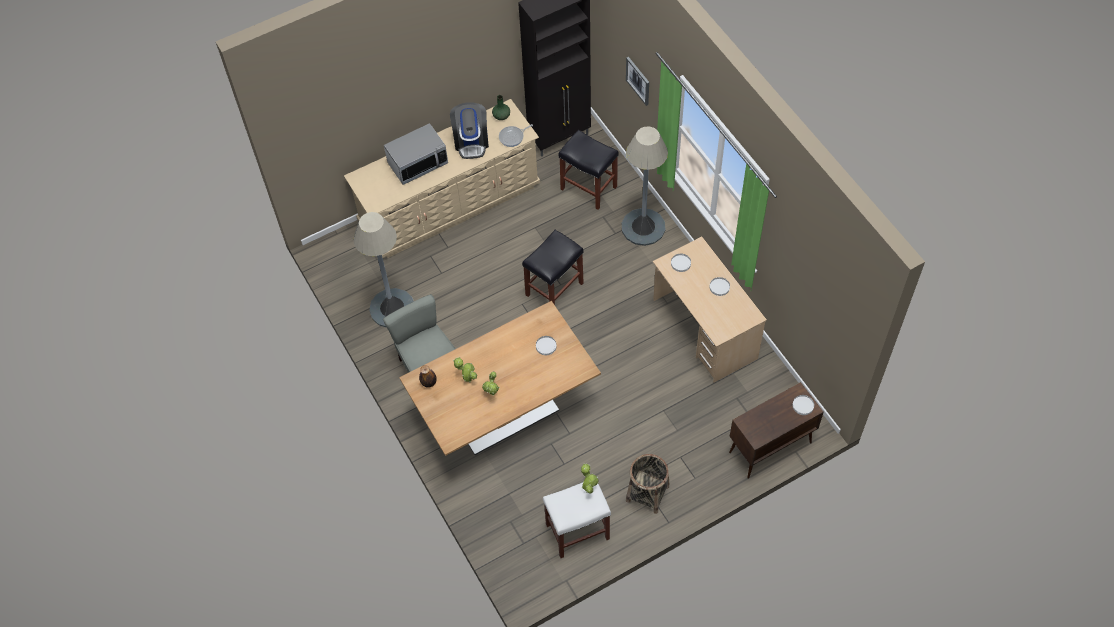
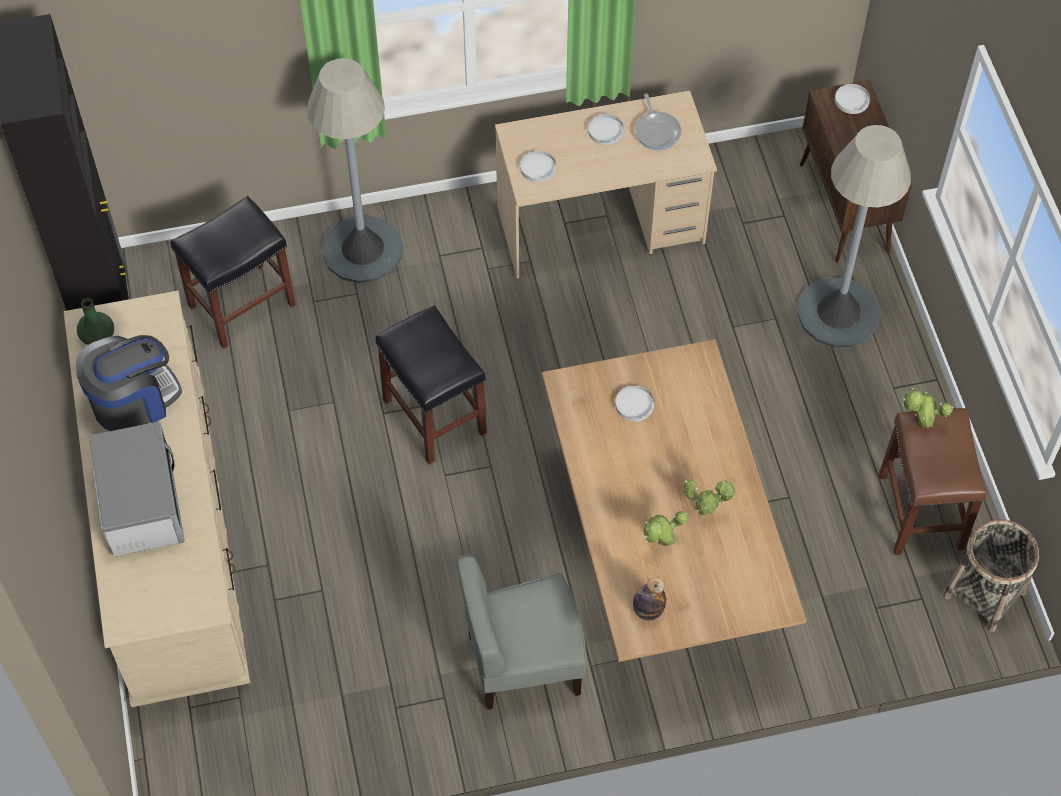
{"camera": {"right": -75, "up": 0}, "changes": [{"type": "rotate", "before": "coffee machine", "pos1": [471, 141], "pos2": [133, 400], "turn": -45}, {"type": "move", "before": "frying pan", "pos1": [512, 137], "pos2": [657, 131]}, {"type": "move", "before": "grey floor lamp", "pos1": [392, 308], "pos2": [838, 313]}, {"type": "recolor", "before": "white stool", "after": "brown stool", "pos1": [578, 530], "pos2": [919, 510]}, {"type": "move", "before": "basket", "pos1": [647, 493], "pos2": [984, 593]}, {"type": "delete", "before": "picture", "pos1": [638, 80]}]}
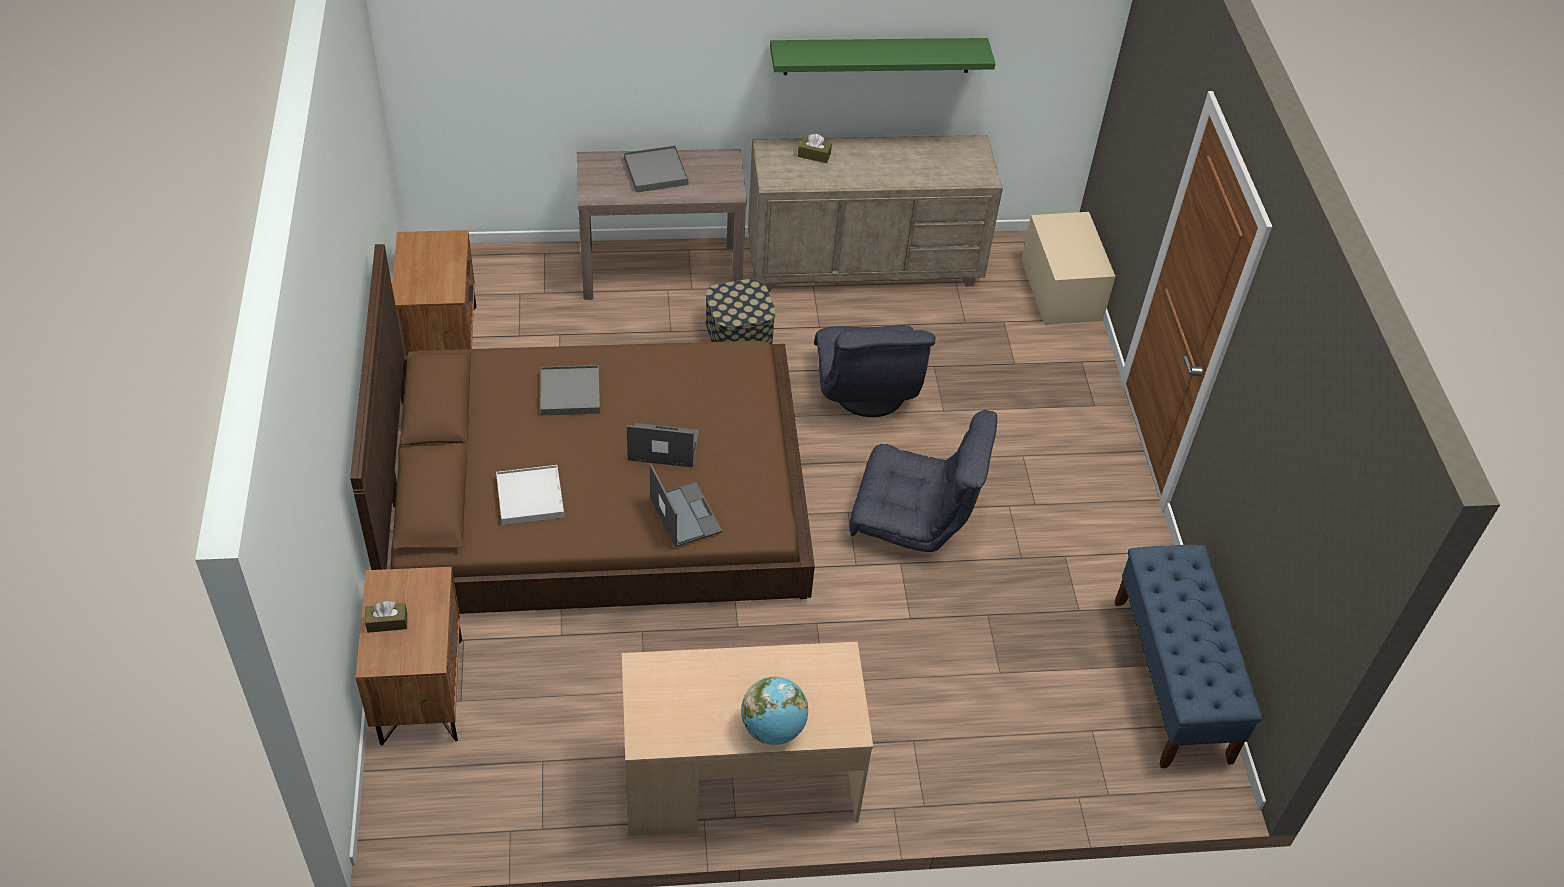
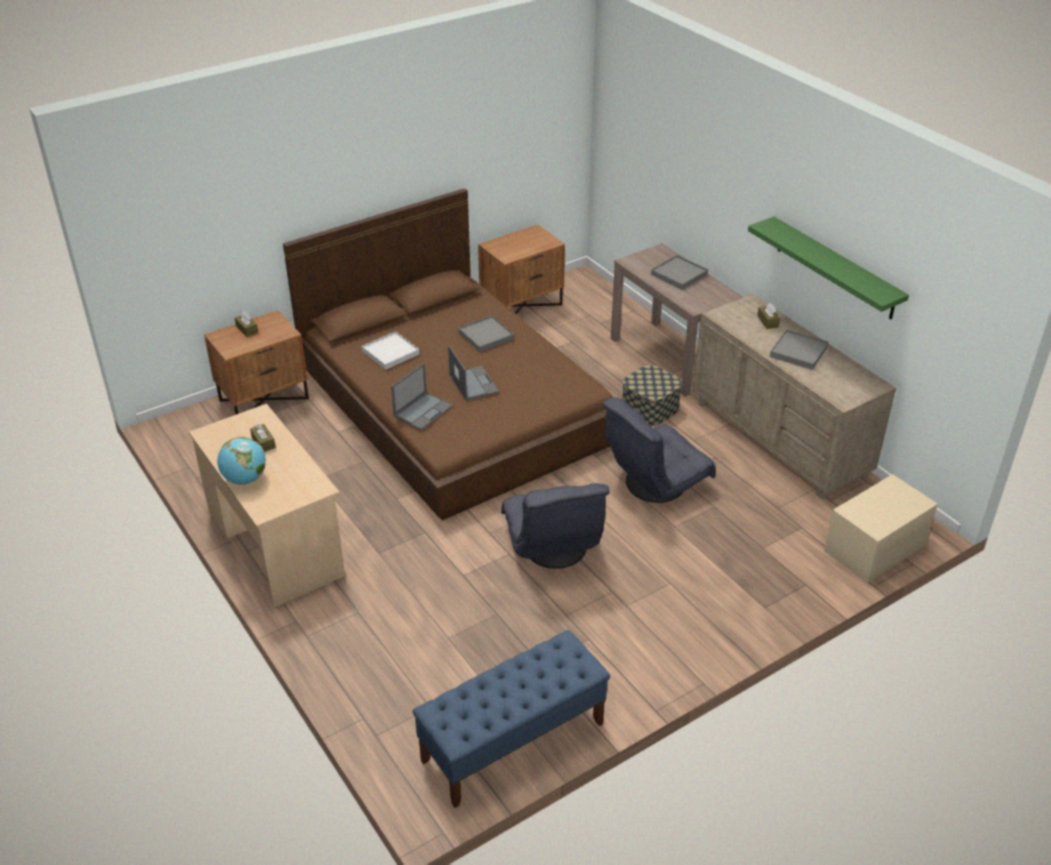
{"camera": {"right": 65, "up": -10}, "changes": [{"type": "insert", "after": "brown tissue box", "pos2": [263, 443]}, {"type": "insert", "after": "grey tray", "pos2": [798, 352]}]}
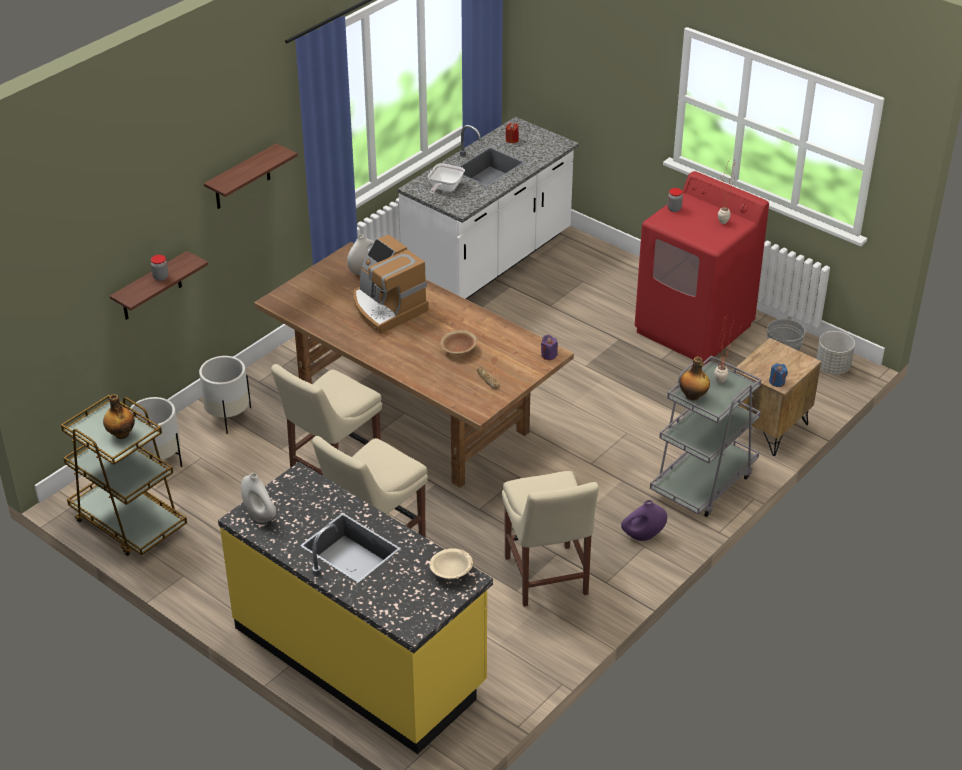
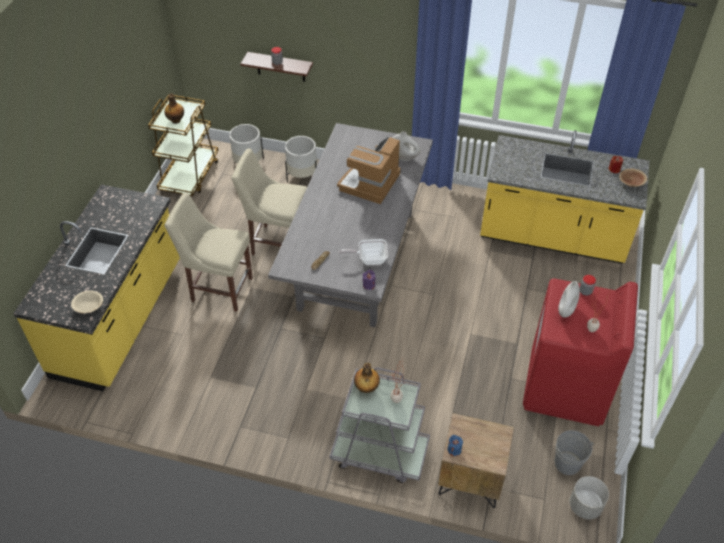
{"camera": {"right": 65, "up": 10}, "changes": [{"type": "recolor", "before": "brown dining table", "after": "grey dining table", "pos1": [415, 414], "pos2": [357, 260]}, {"type": "move", "before": "frying pan", "pos1": [444, 189], "pos2": [369, 259]}, {"type": "recolor", "before": "white counter", "after": "yellow counter", "pos1": [489, 261], "pos2": [552, 236]}, {"type": "move", "before": "white vase", "pos1": [260, 515], "pos2": [566, 310]}, {"type": "move", "before": "brown bowl", "pos1": [458, 350], "pos2": [631, 183]}, {"type": "delete", "before": "shelf", "pos1": [242, 178]}, {"type": "delete", "before": "beige chair", "pos1": [547, 579]}, {"type": "delete", "before": "purple vase", "pos1": [643, 536]}]}
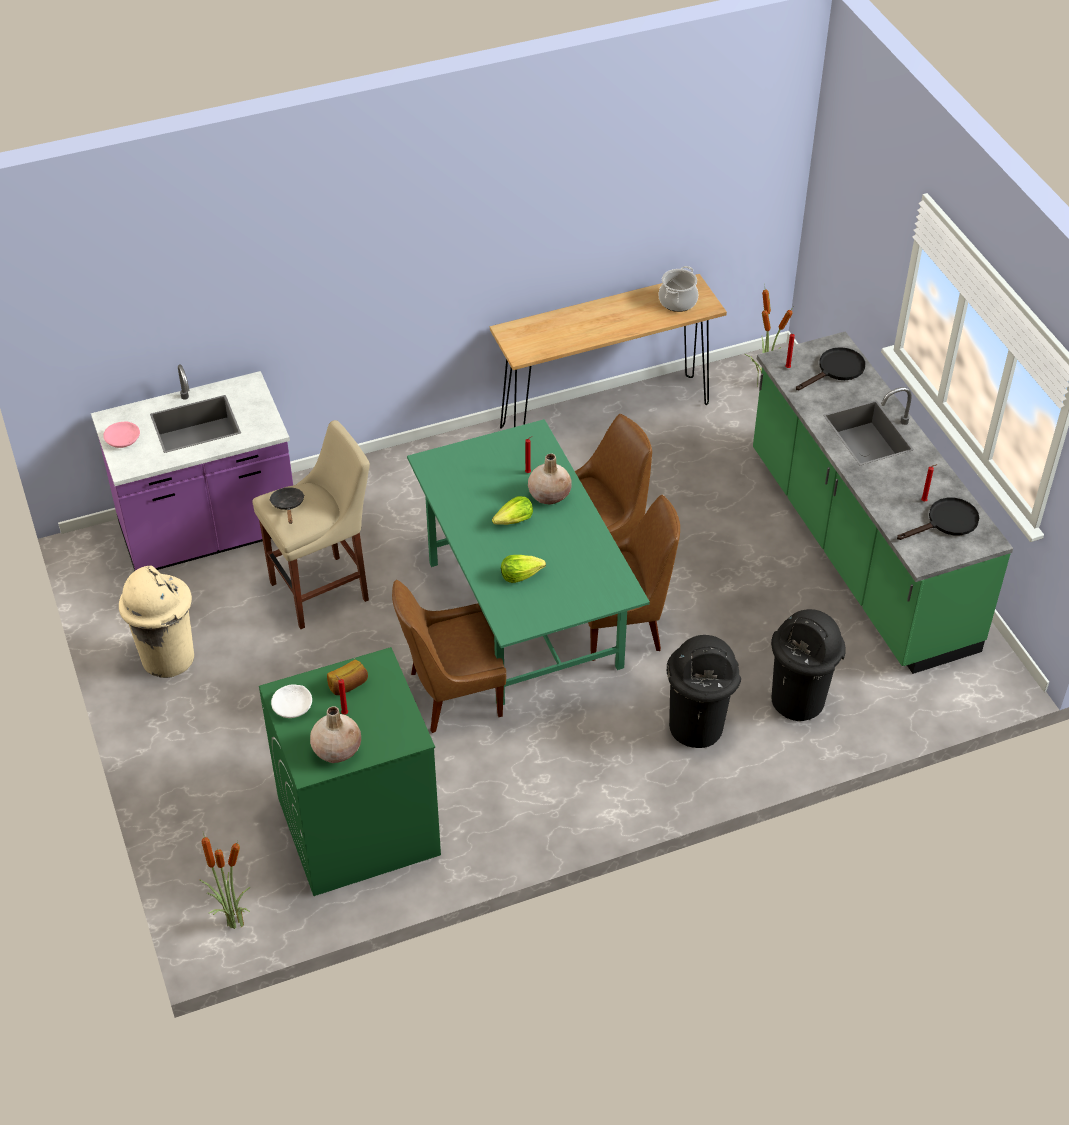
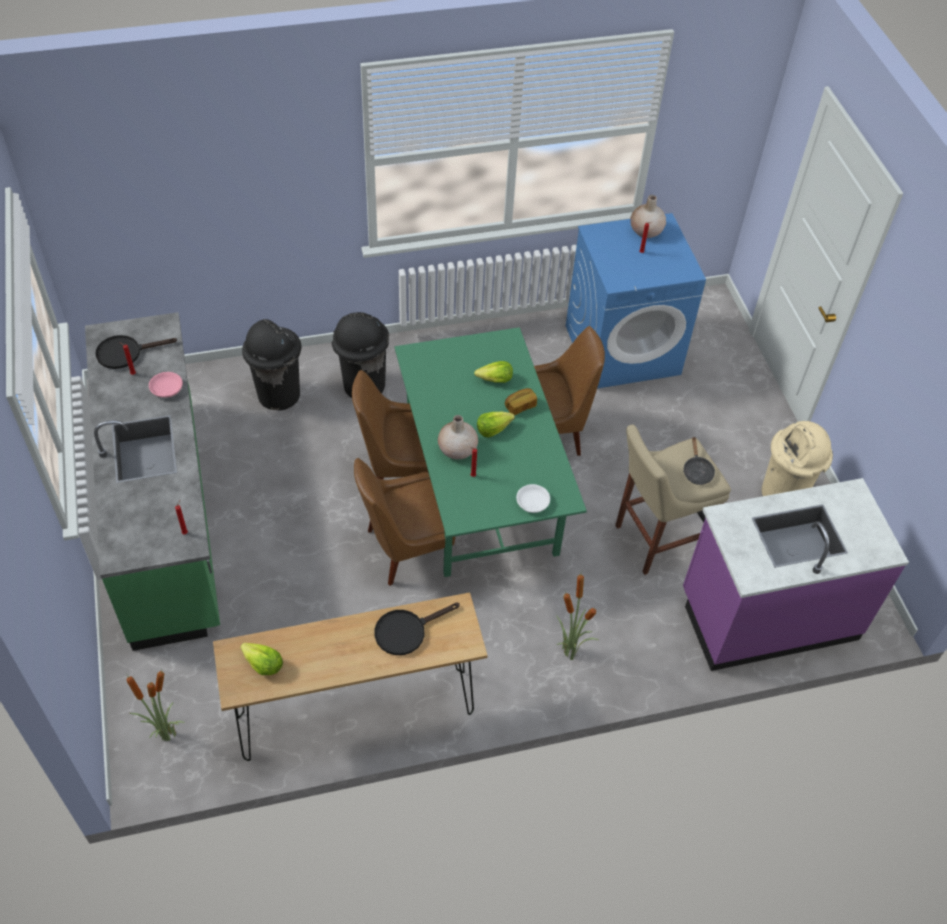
{"camera": {"right": -175, "up": 5}, "changes": [{"type": "move", "before": "pink bowl", "pos1": [123, 439], "pos2": [166, 388]}, {"type": "replace", "before": "cooking pot", "after": "lettuce", "pos1": [677, 301], "pos2": [263, 664]}, {"type": "move", "before": "black frying pan", "pos1": [836, 370], "pos2": [406, 631]}, {"type": "move", "before": "bread", "pos1": [348, 685], "pos2": [520, 406]}, {"type": "move", "before": "white bowl", "pos1": [292, 706], "pos2": [532, 503]}, {"type": "move", "before": "potted plant", "pos1": [233, 923], "pos2": [570, 651]}, {"type": "recolor", "before": "green washing machine", "after": "blue washing machine", "pos1": [357, 827], "pos2": [623, 349]}]}
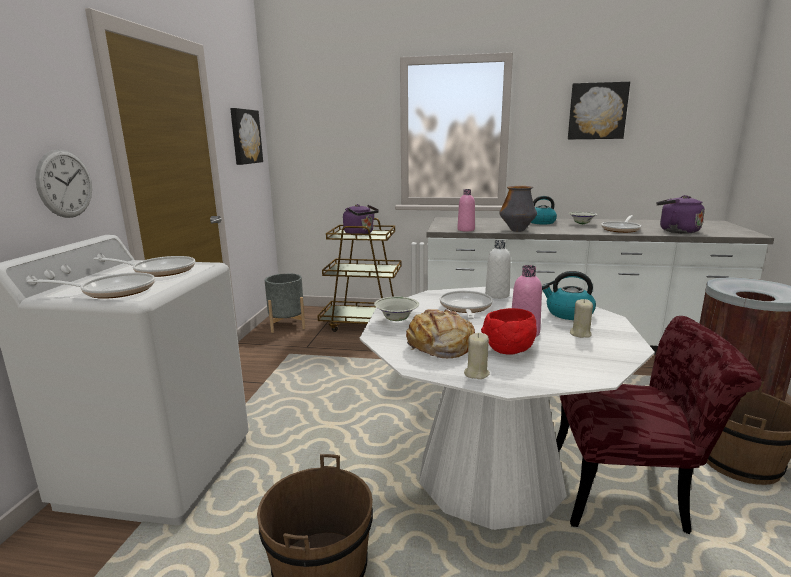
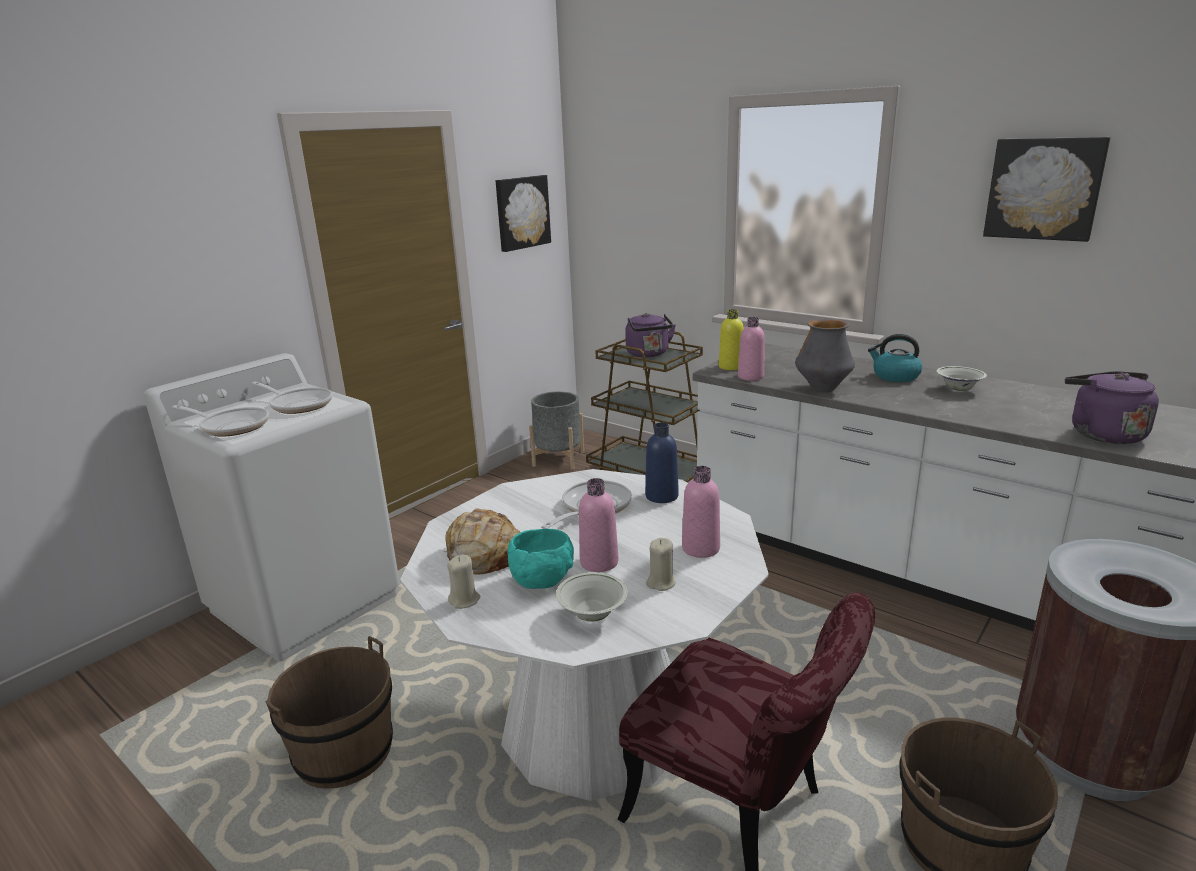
{"camera": {"right": 30, "up": 5}, "changes": [{"type": "recolor", "before": "red bowl", "after": "turquoise bowl", "pos1": [509, 350], "pos2": [542, 582]}, {"type": "move", "before": "white bowl", "pos1": [396, 320], "pos2": [592, 615]}, {"type": "recolor", "before": "white bottle", "after": "blue bottle", "pos1": [497, 295], "pos2": [661, 496]}, {"type": "replace", "before": "kettle", "after": "pink bottle", "pos1": [568, 313], "pos2": [700, 548]}, {"type": "insert", "after": "yellow bottle", "pos2": [731, 367]}, {"type": "delete", "before": "wall clock", "pos1": [65, 184]}, {"type": "delete", "before": "frying pan", "pos1": [621, 229]}]}
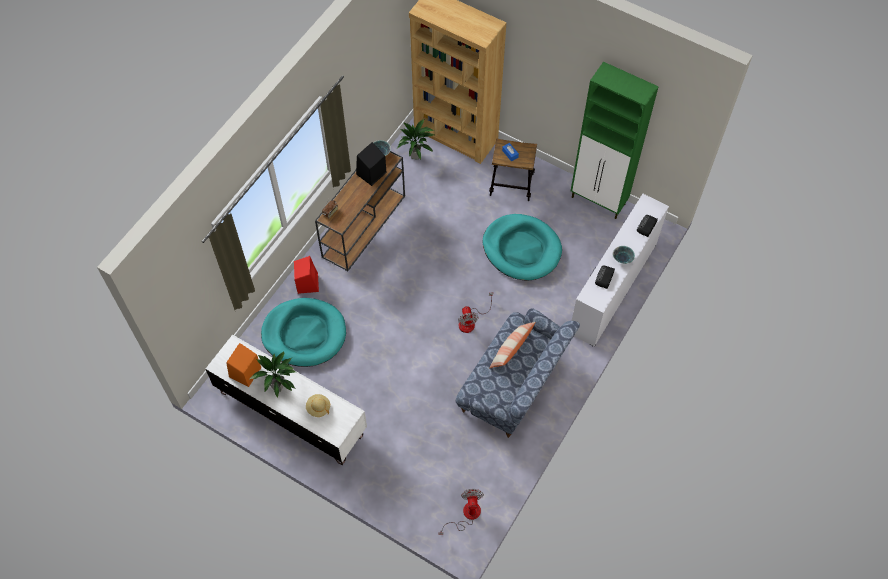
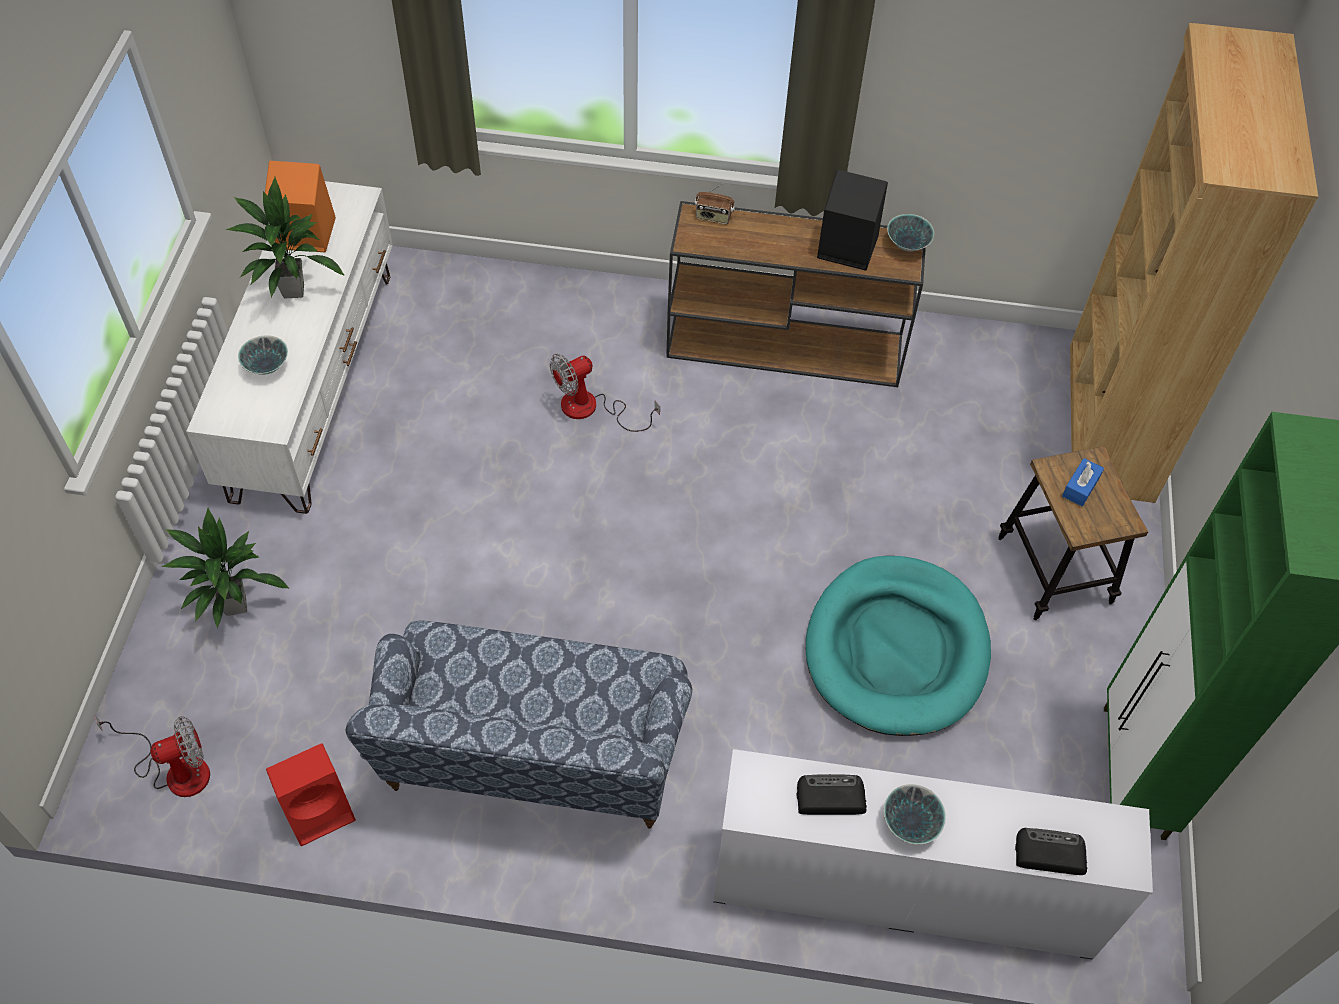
{"camera": {"right": 65, "up": -5}, "changes": [{"type": "move", "before": "potted plant", "pos1": [416, 156], "pos2": [235, 607]}, {"type": "replace", "before": "beige hat", "after": "bowl", "pos1": [318, 408], "pos2": [267, 368]}, {"type": "move", "before": "red speaker", "pos1": [307, 282], "pos2": [320, 808]}, {"type": "move", "before": "fan", "pos1": [470, 321], "pos2": [591, 409]}, {"type": "delete", "before": "turquoise dog bed", "pos1": [304, 334]}, {"type": "delete", "before": "pillow", "pos1": [511, 350]}]}
